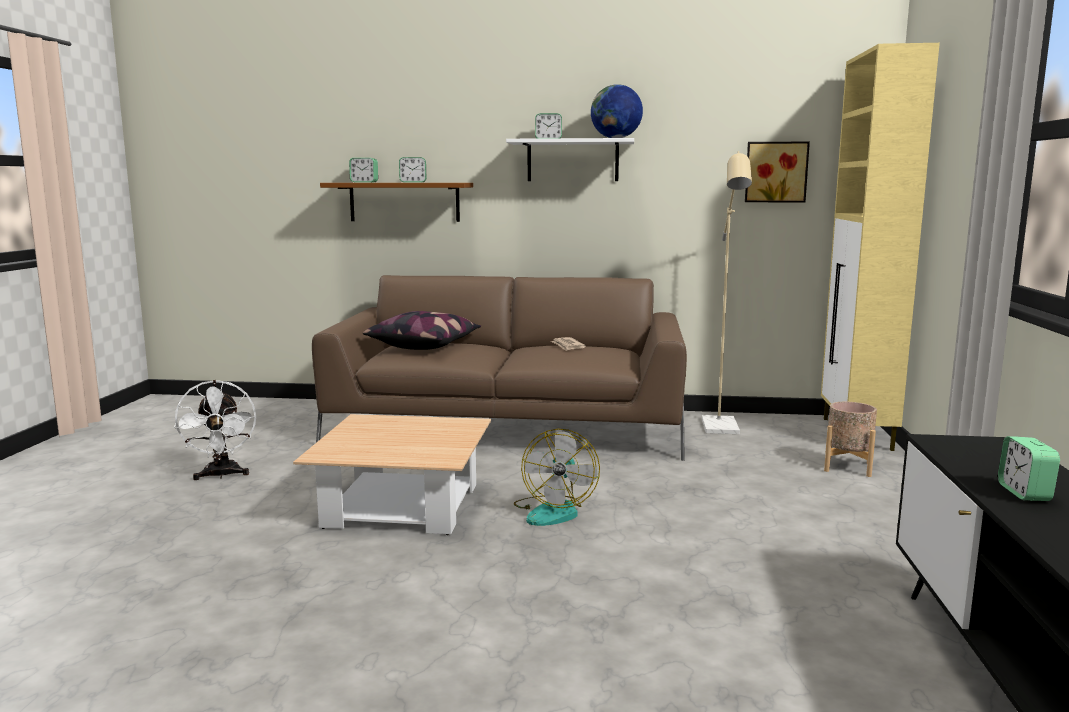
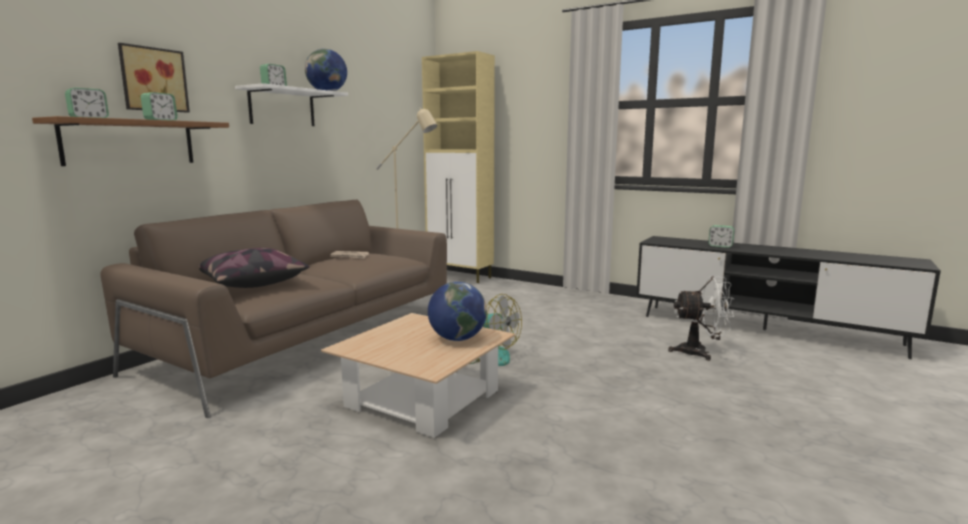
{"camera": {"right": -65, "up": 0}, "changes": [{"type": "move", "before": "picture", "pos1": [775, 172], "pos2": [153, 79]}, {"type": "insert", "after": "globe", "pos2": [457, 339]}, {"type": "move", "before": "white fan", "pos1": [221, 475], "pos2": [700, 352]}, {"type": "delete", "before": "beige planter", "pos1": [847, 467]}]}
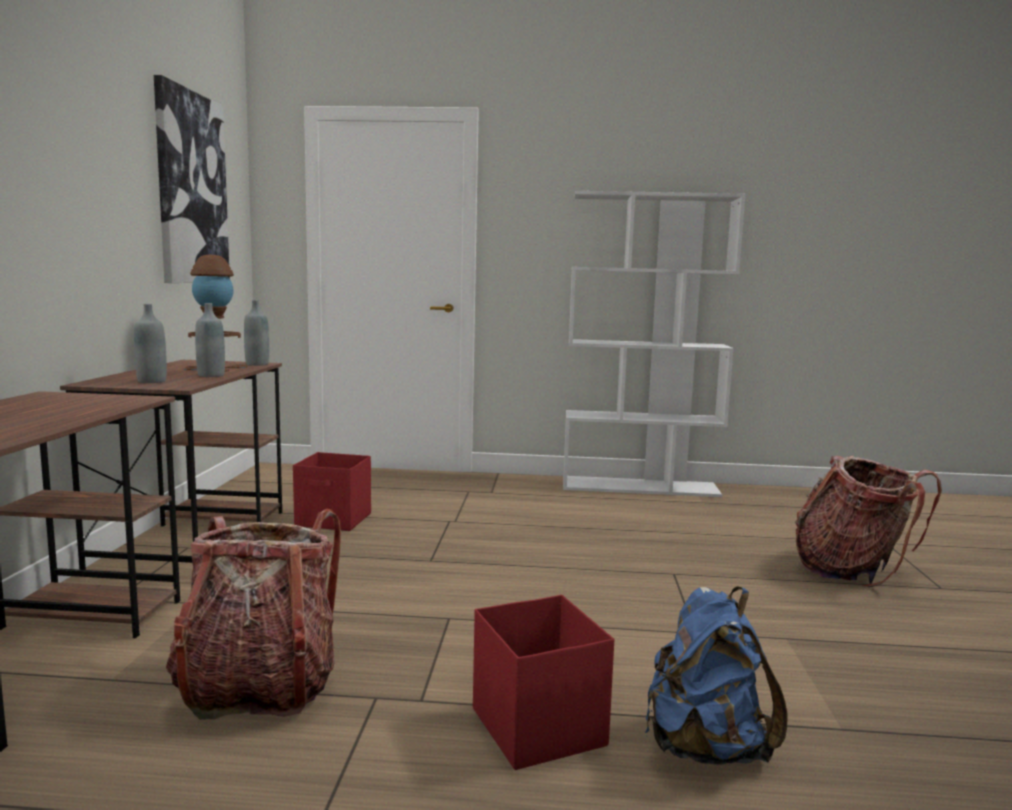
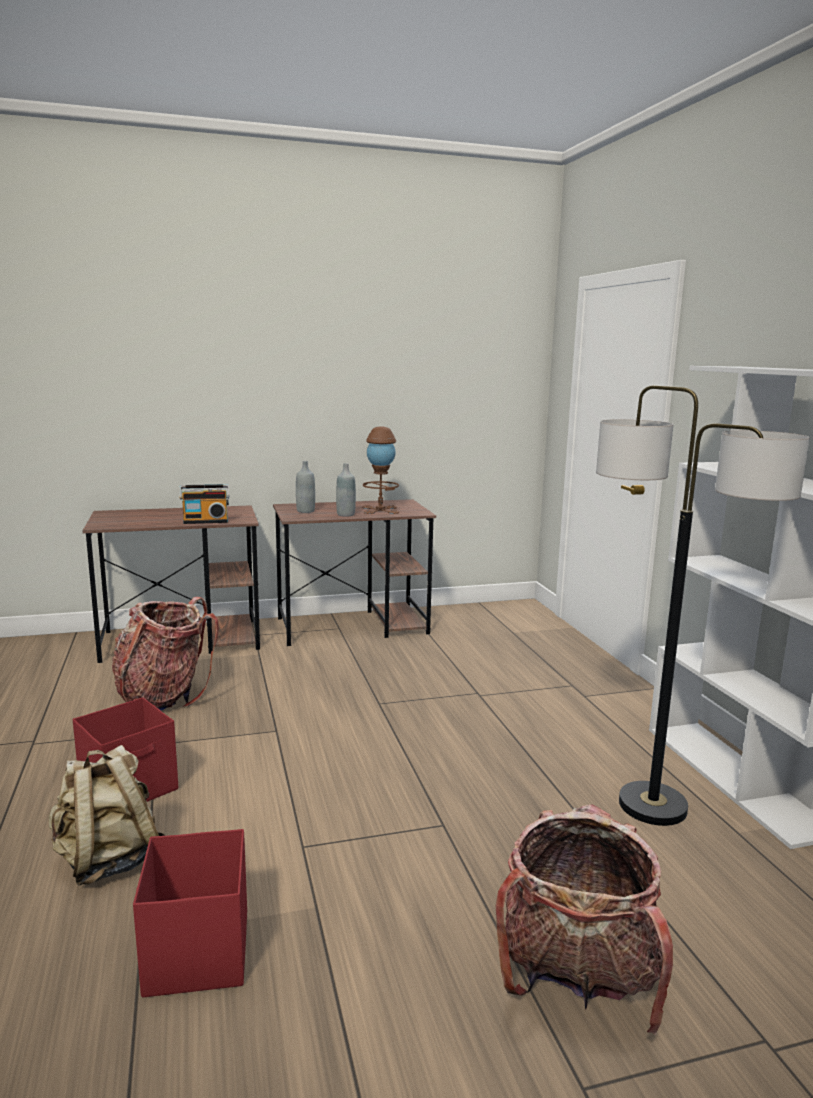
{"camera": {"right": 70, "up": 5}, "changes": [{"type": "recolor", "before": "blue backpack", "after": "beige backpack", "pos1": [705, 748], "pos2": [108, 860]}, {"type": "move", "before": "red storage box", "pos1": [334, 520], "pos2": [196, 954]}, {"type": "insert", "after": "radio", "pos2": [206, 521]}, {"type": "insert", "after": "floor lamp", "pos2": [652, 806]}, {"type": "delete", "before": "picture", "pos1": [191, 189]}, {"type": "delete", "before": "grey bottle", "pos1": [257, 364]}]}
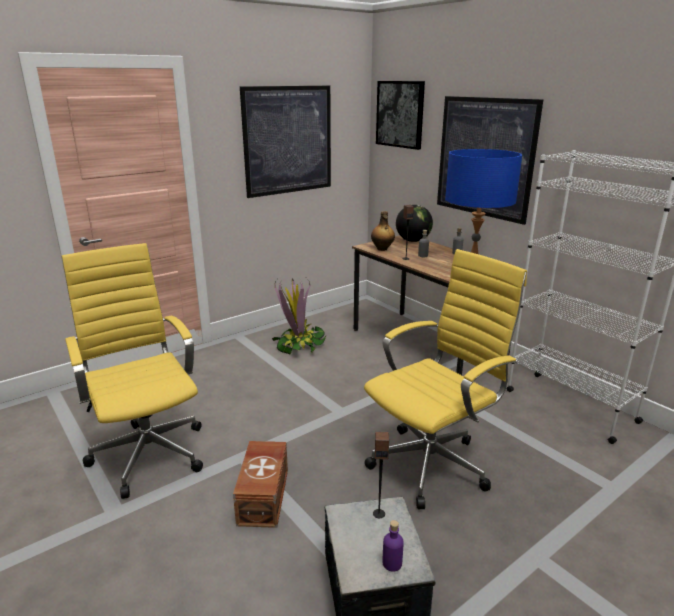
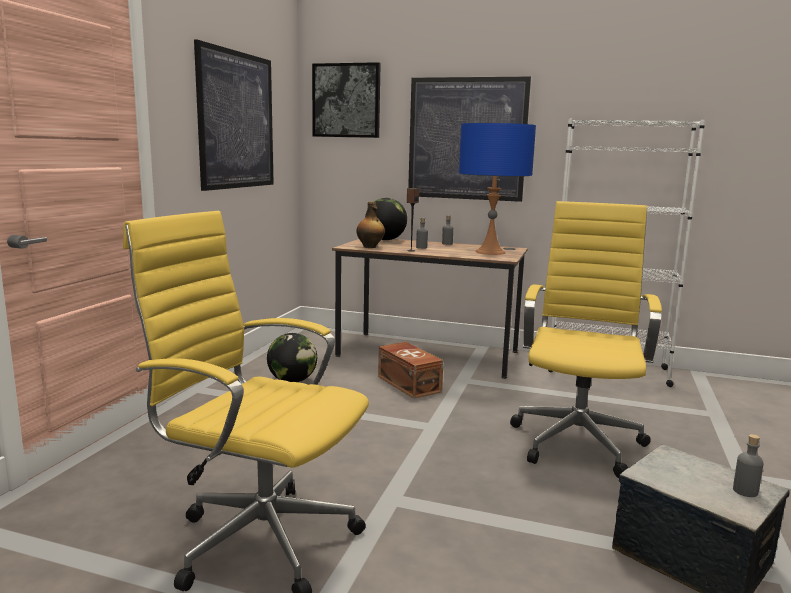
{"camera": {"right": -35, "up": -10}, "changes": [{"type": "replace", "before": "potted plant", "after": "globe", "pos1": [299, 344], "pos2": [292, 381]}, {"type": "move", "before": "brown storage box", "pos1": [265, 496], "pos2": [409, 383]}, {"type": "recolor", "before": "purple bottle", "after": "grey bottle", "pos1": [392, 563], "pos2": [745, 491]}, {"type": "delete", "before": "speaker", "pos1": [379, 513]}]}
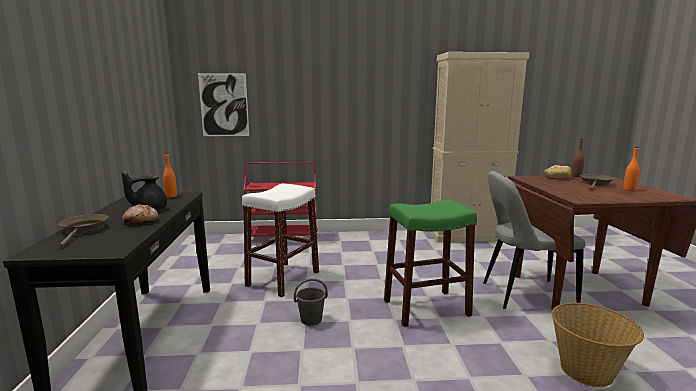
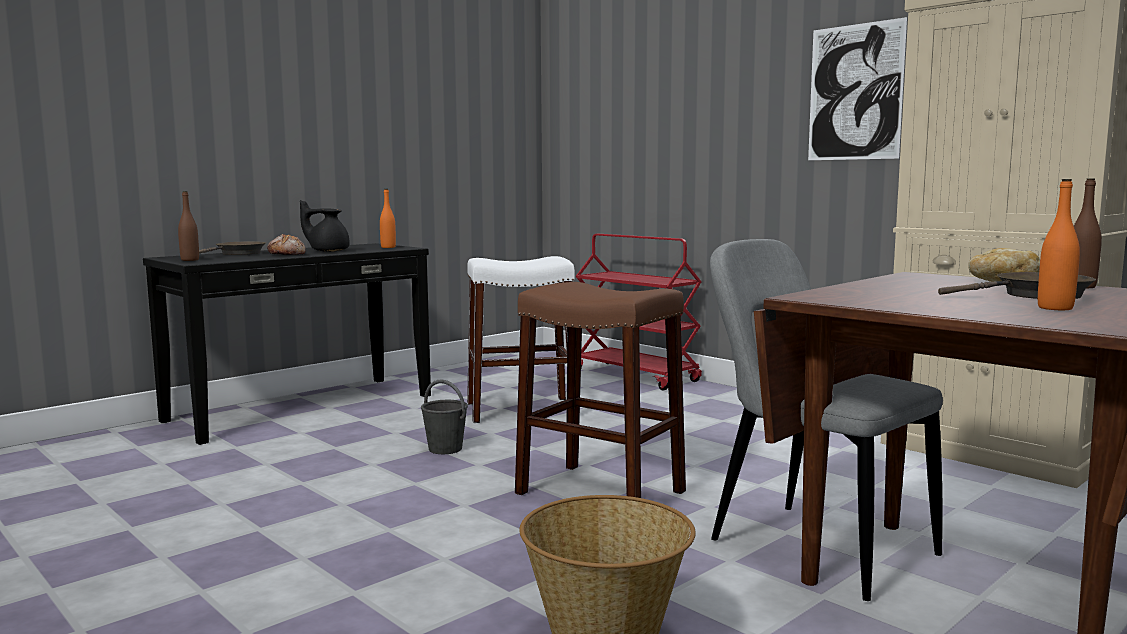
{"camera": {"right": 50, "up": -5}, "changes": [{"type": "insert", "after": "brown bottle", "pos2": [190, 260]}, {"type": "recolor", "before": "green stool", "after": "brown stool", "pos1": [426, 308], "pos2": [600, 492]}, {"type": "move", "before": "picture", "pos1": [224, 105], "pos2": [855, 92]}]}
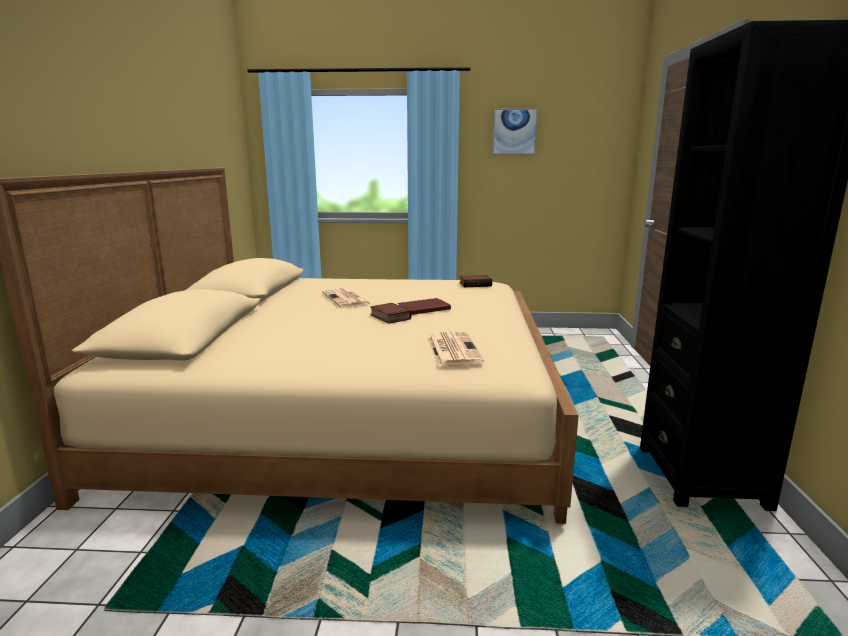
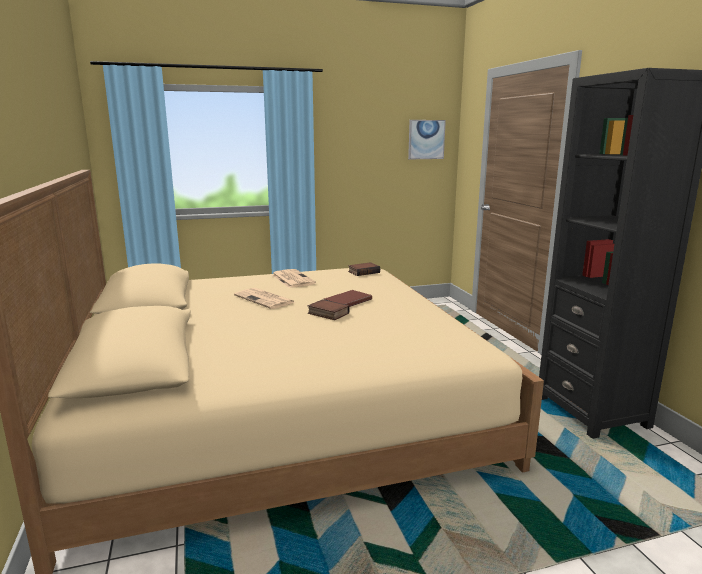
{"camera": {"right": -20, "up": 0}, "changes": [{"type": "move", "before": "newspaper", "pos1": [452, 349], "pos2": [292, 279]}, {"type": "move", "before": "picture", "pos1": [514, 132], "pos2": [426, 139]}]}
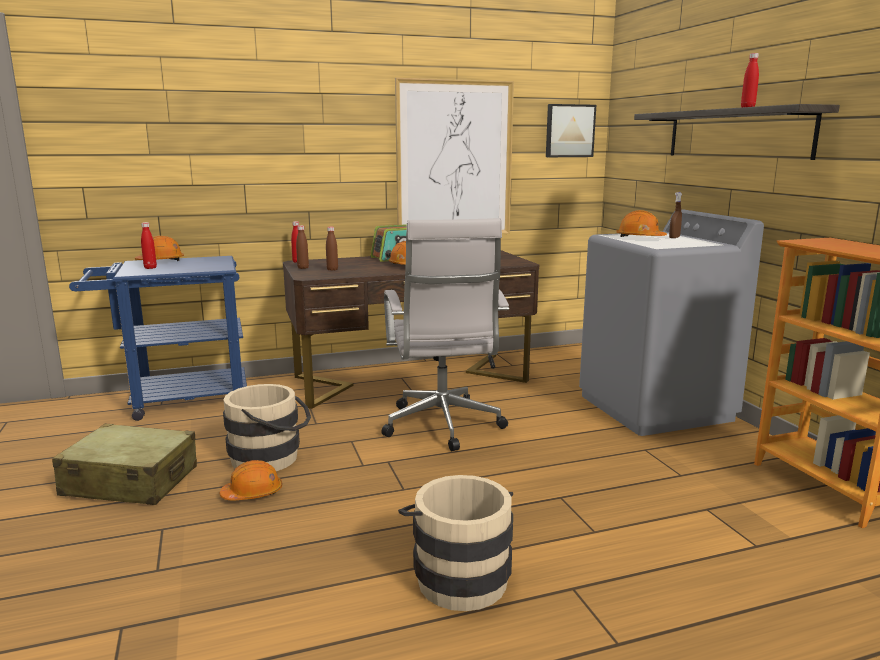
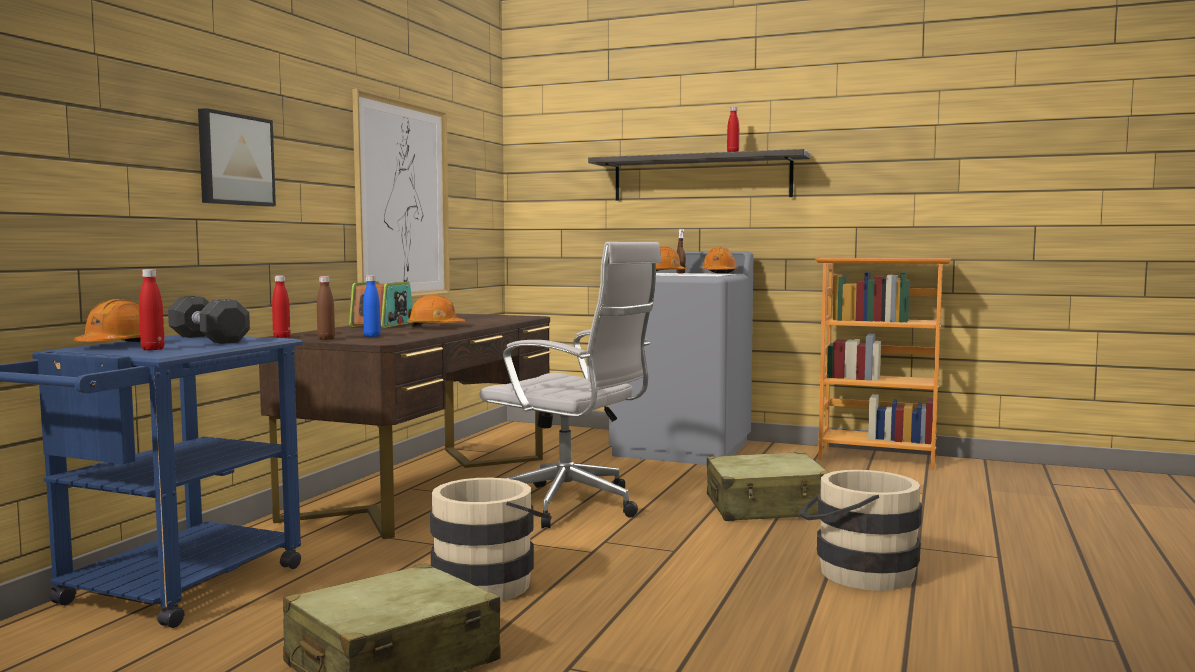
{"camera": {"right": -50, "up": -10}, "changes": [{"type": "insert", "after": "black dumbbell", "pos2": [209, 339]}, {"type": "move", "before": "picture", "pos1": [569, 131], "pos2": [234, 160]}, {"type": "recolor", "before": "brown bottle", "after": "blue bottle", "pos1": [332, 269], "pos2": [372, 336]}, {"type": "move", "before": "orange hard hat", "pos1": [253, 493], "pos2": [718, 274]}, {"type": "insert", "after": "beige suitcase", "pos2": [766, 507]}]}
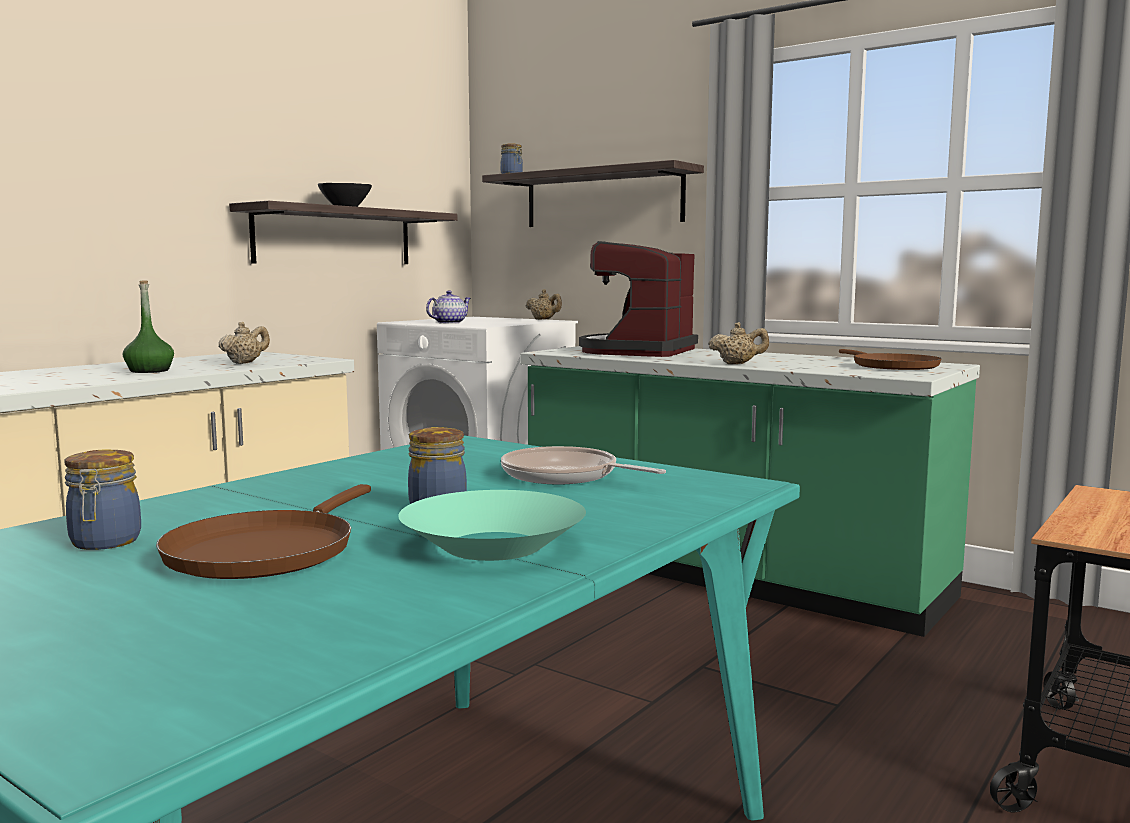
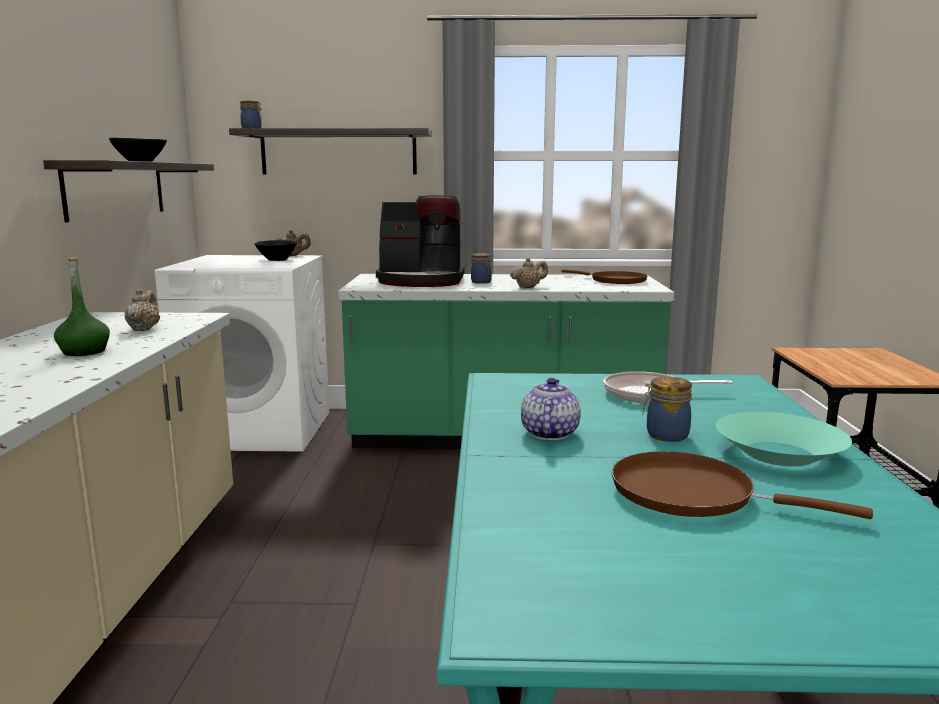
{"camera": {"right": -35, "up": 5}, "changes": [{"type": "insert", "after": "black bowl", "pos2": [277, 260]}, {"type": "rotate", "before": "coffee machine", "pos1": [638, 351], "pos2": [421, 281], "turn": -75}, {"type": "move", "before": "jar", "pos1": [104, 543], "pos2": [482, 282]}, {"type": "move", "before": "teapot", "pos1": [448, 323], "pos2": [549, 433]}, {"type": "rotate", "before": "brown frying pan", "pos1": [267, 550], "pos2": [692, 494], "turn": 135}]}
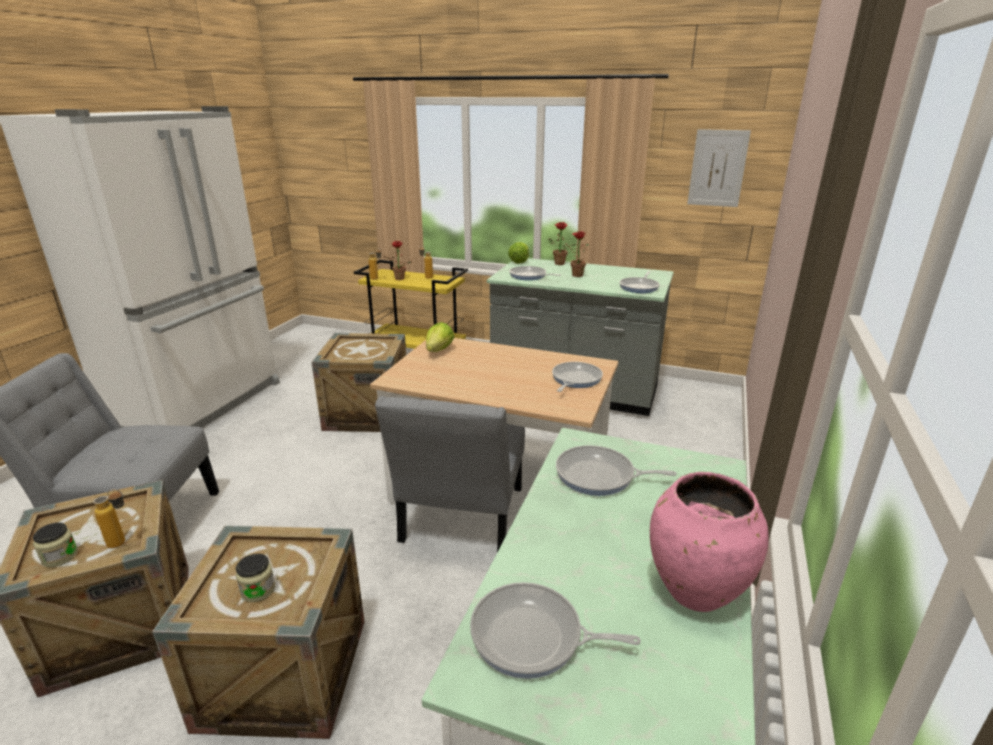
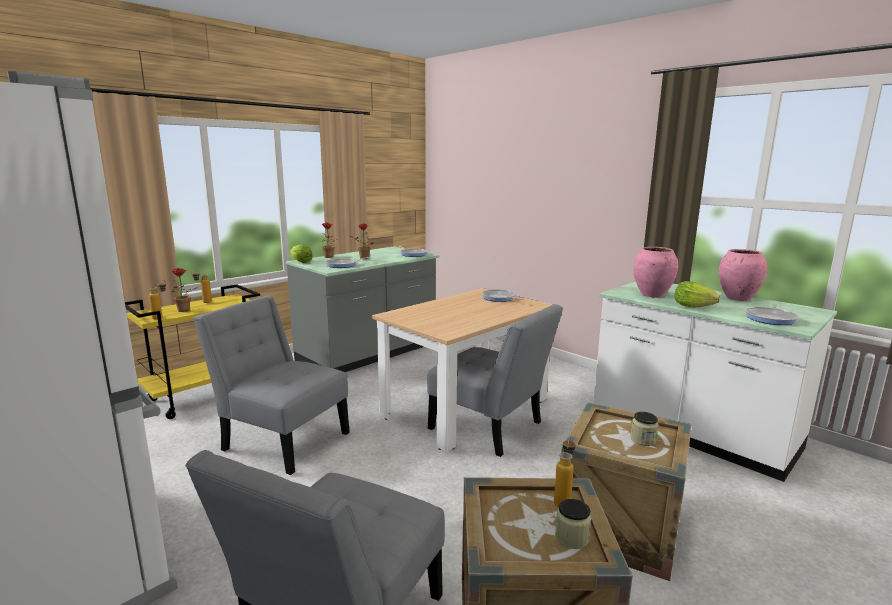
{"camera": {"right": -65, "up": -10}, "changes": [{"type": "replace", "before": "crate", "after": "grey chair", "pos1": [367, 413], "pos2": [282, 439]}, {"type": "replace", "before": "frying pan", "after": "pink vase", "pos1": [599, 476], "pos2": [652, 295]}, {"type": "move", "before": "lettuce", "pos1": [439, 350], "pos2": [692, 306]}, {"type": "delete", "before": "picture", "pos1": [717, 168]}]}
